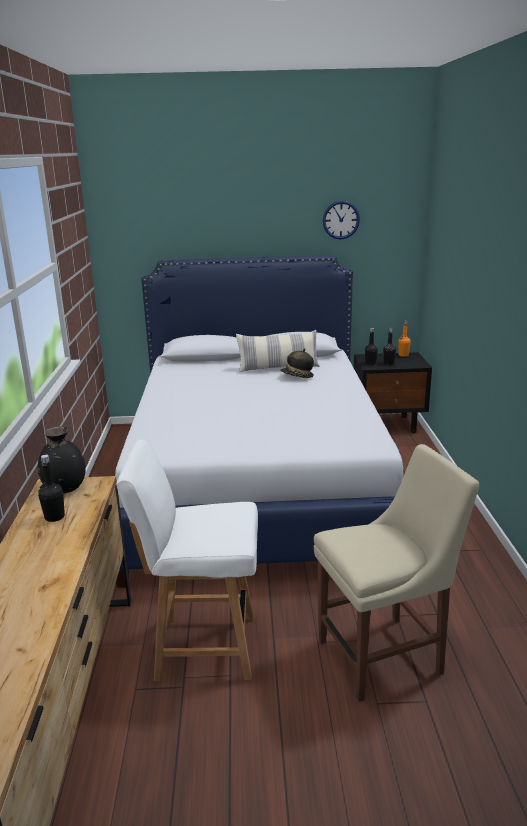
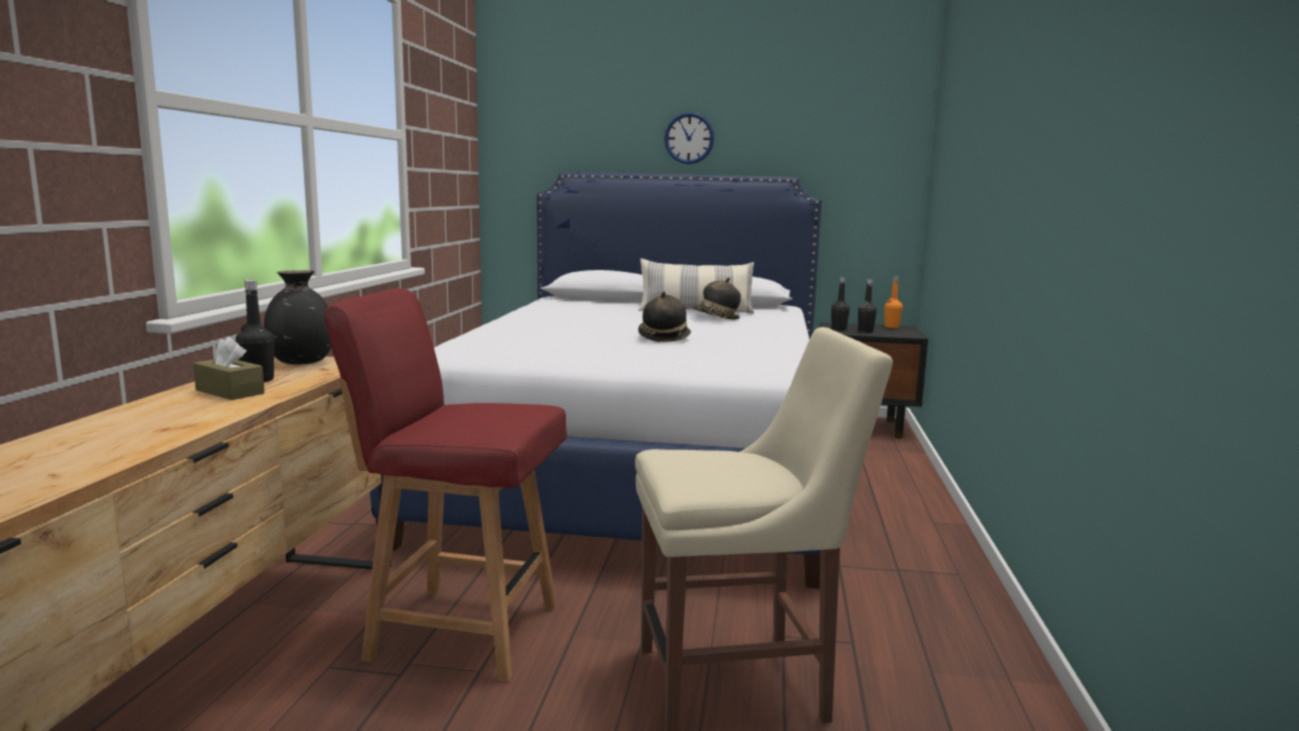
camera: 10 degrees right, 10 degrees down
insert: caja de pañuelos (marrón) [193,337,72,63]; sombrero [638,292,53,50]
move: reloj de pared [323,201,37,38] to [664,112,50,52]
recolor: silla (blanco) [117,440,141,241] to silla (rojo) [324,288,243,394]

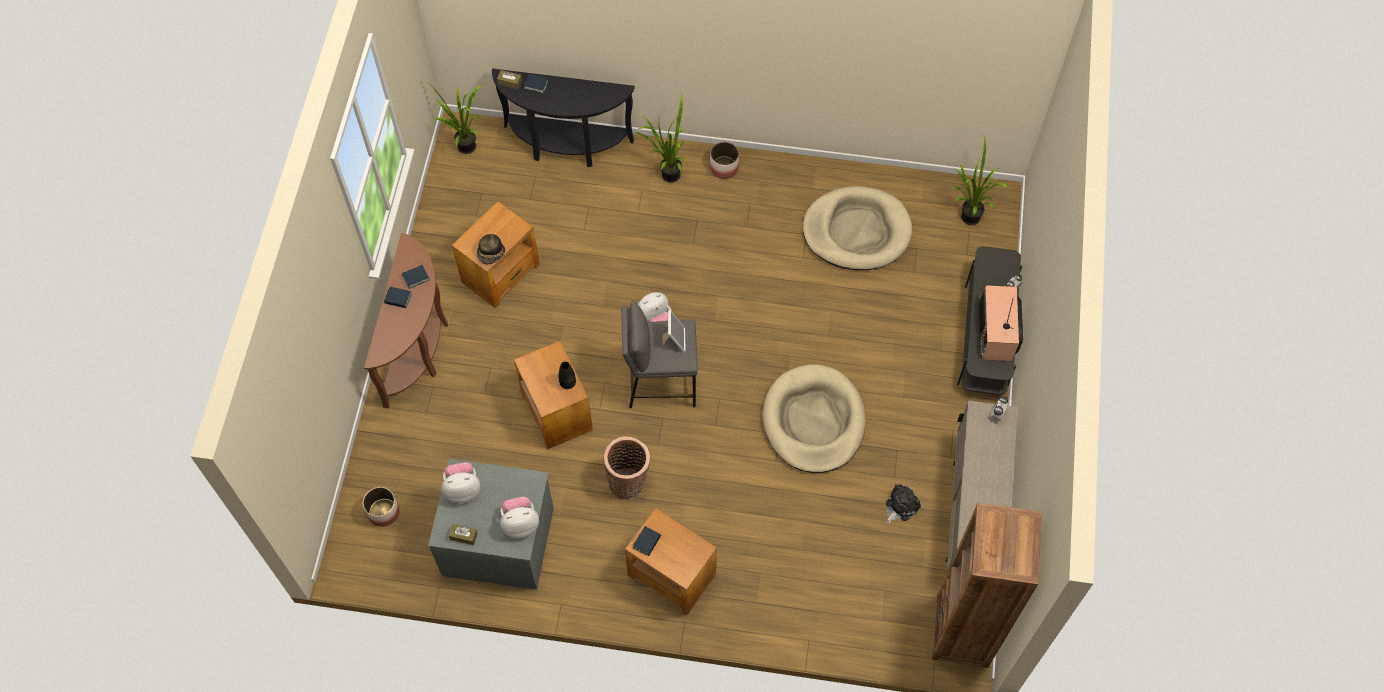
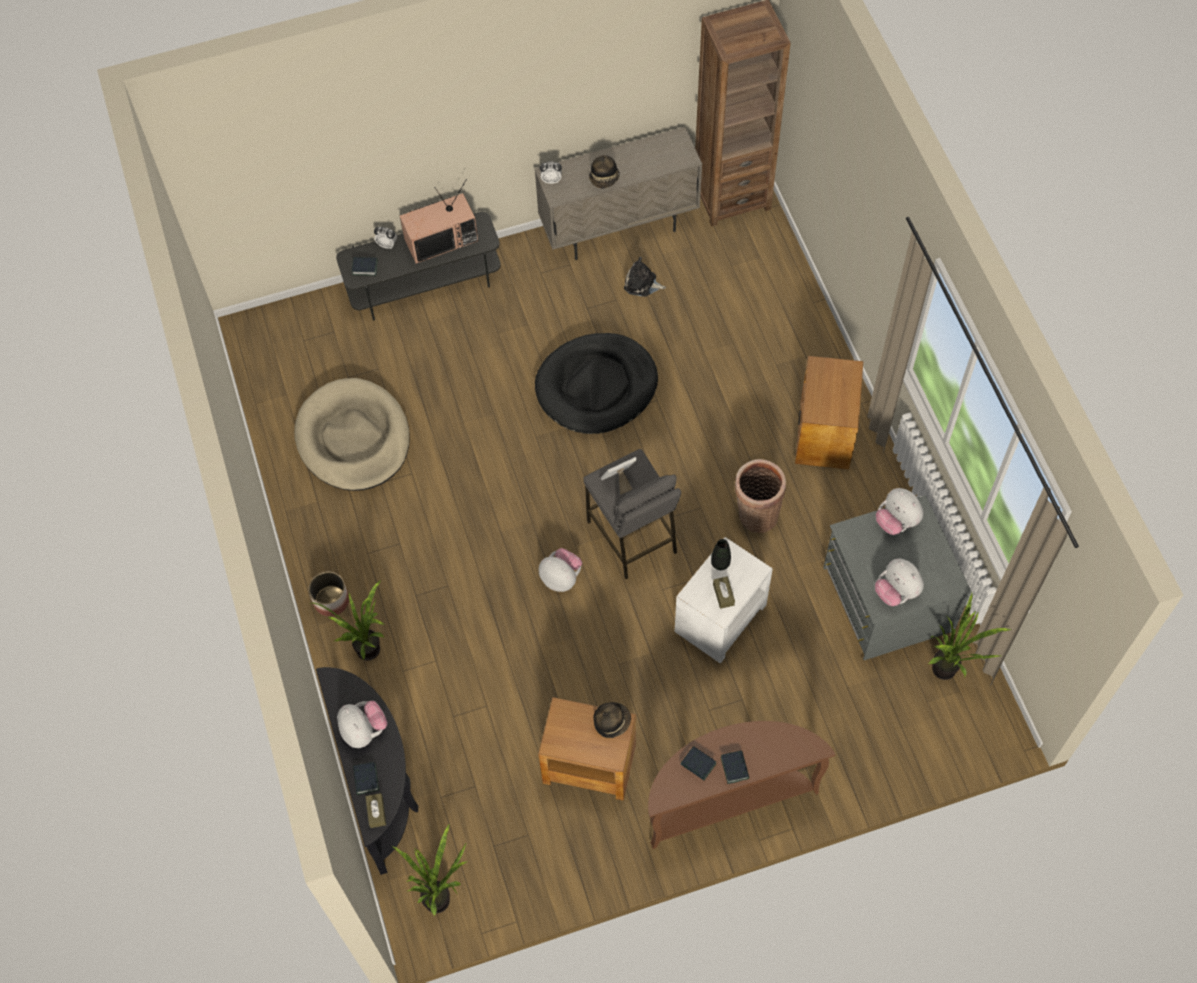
camera: 115 degrees left, 0 degrees up
delete: maceta [363,487,37,40]
insert: peluche [337,701,51,47]; sombrero [589,155,31,33]
move: libro [633,526,28,30] to [352,257,26,19]; caja de pañuelos (marrón) [449,524,29,21] to [713,576,22,33]; planta en maceta [952,136,57,89] to [929,591,83,89]
recolor: cama para perro (beis) [763,364,103,109] to cama para perro (negro) [535,333,123,101]; mesa auxiliar (marrón) [514,341,79,108] to mesa auxiliar (blanco) [675,537,98,127]

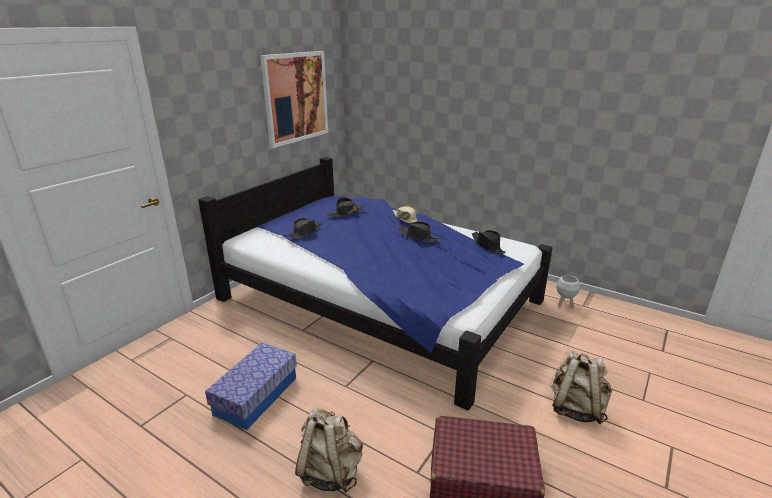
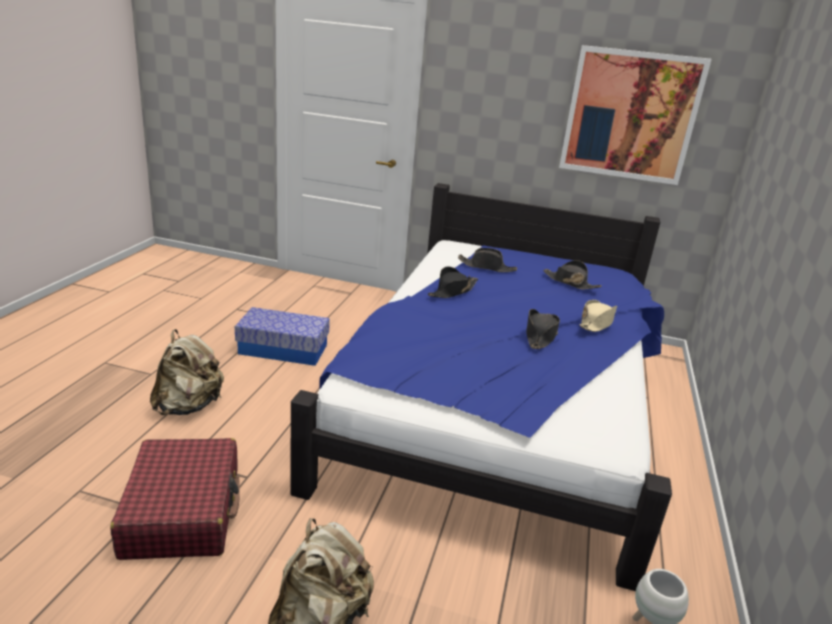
camera: 70 degrees right, 0 degrees up
move: sombrero (negro) [472,230,34,24] to [428,267,50,31]

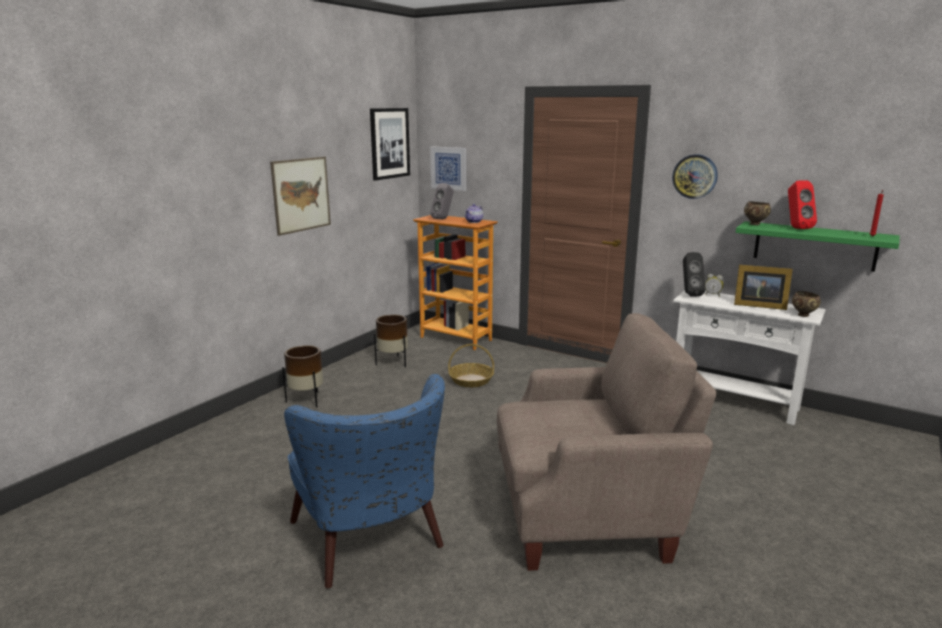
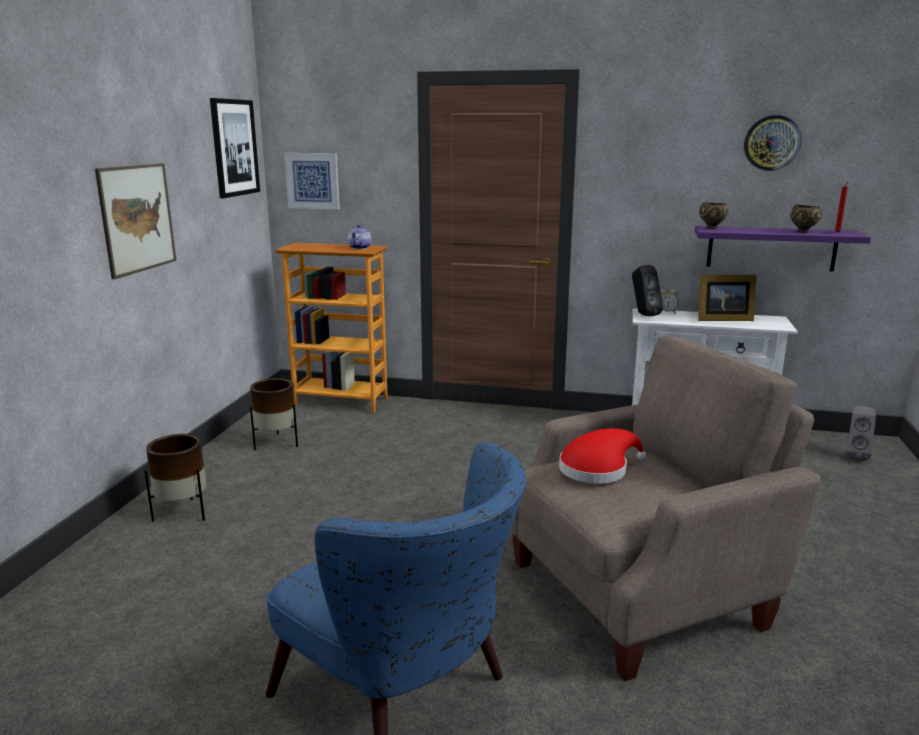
camera: 20 degrees left, 0 degrees up
delete: cesta [448,344,46,43]; altavoz (rojo) [788,180,29,49]
insert: sombrero (rojo) [559,428,88,56]
move: reloj de pared [672,154,46,45] to [744,115,58,56]; cuenco (marrón) [792,291,29,26] to [790,205,32,28]; altavoz (gris) [430,183,24,36] to [847,406,29,55]
recolor: estante (verde) [736,221,164,51] to estante (morado) [694,226,177,45]

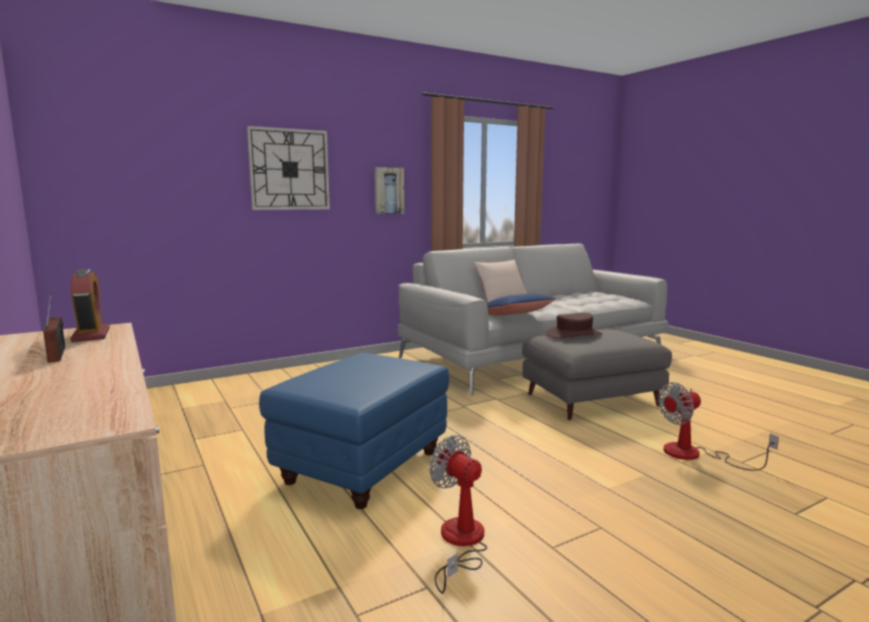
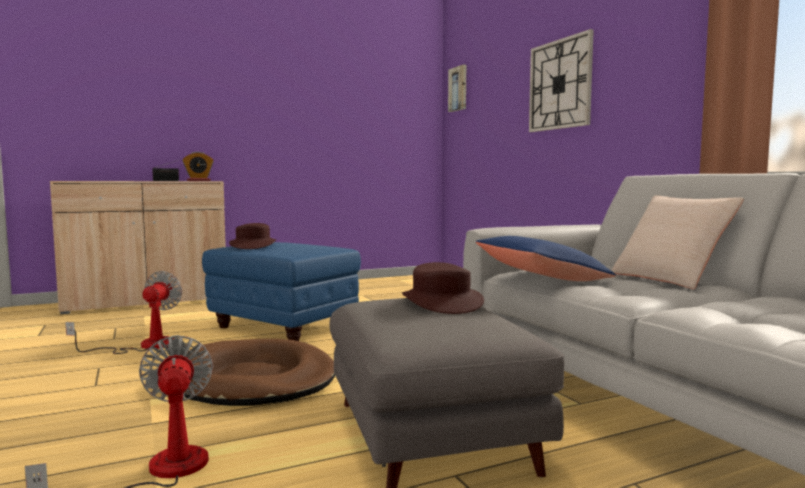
camera: 95 degrees right, 5 degrees down
insert: cama para perro (marrón) [184,339,151,67]; sombrero (marrón) [229,223,48,26]
move: cuadro [375,167,29,47] to [448,65,18,47]
rotate: ventilador [429,435,58,159] = [65,271,117,83] 45 degrees counterclockwise

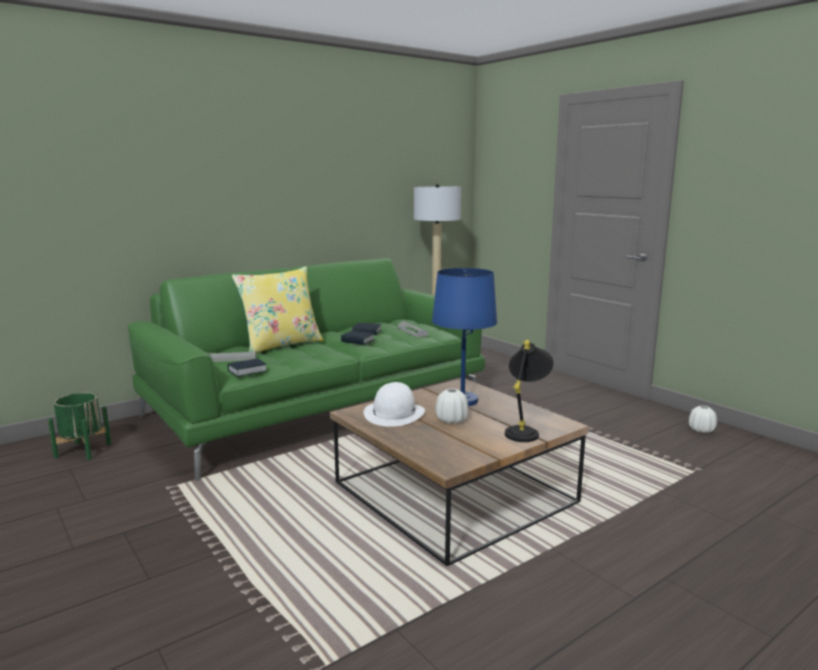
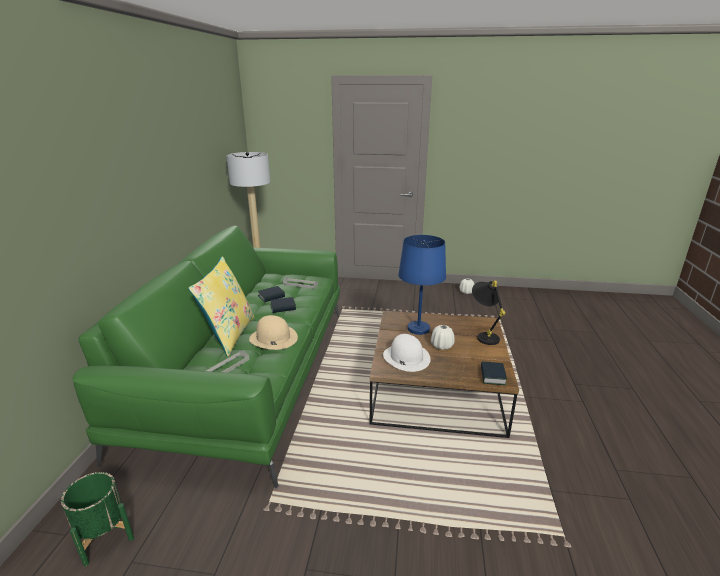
camera: 45 degrees left, 10 degrees up
insert: sombrero (beis) [249,315,49,35]
move: libro [228,359,39,18] to [481,362,26,23]

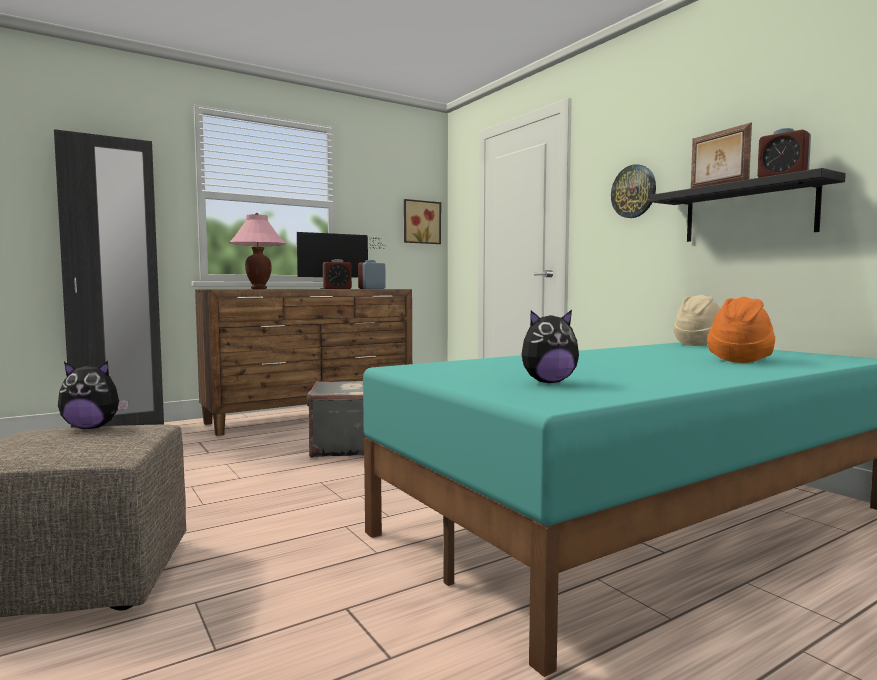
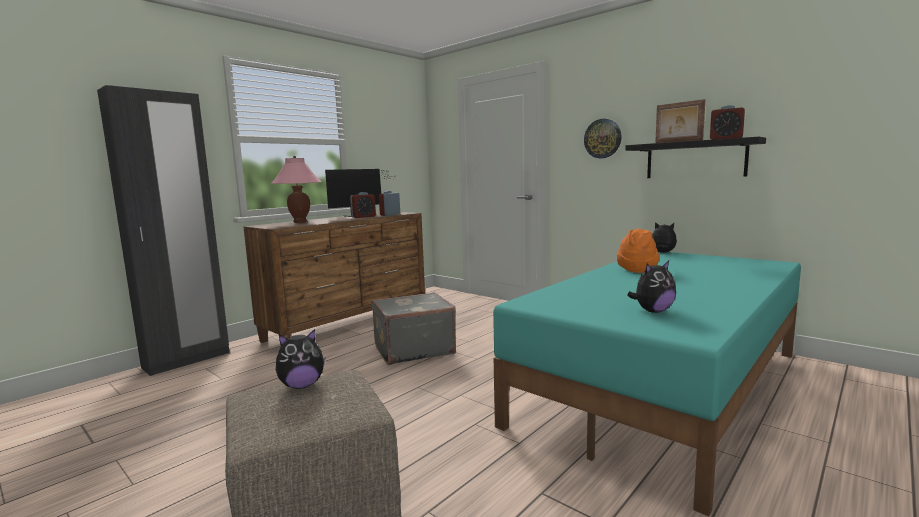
camera: 15 degrees left, 5 degrees up
delete: cuadro [404,199,37,45]
move: sombrero (naranja) [707,297,68,66] to [617,229,42,44]
replace: sombrero (beis) [674,295,46,51] to peluche [652,222,25,31]

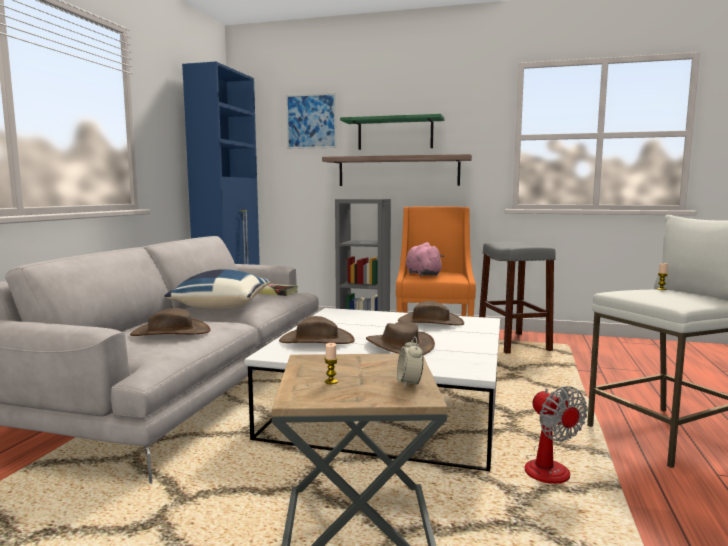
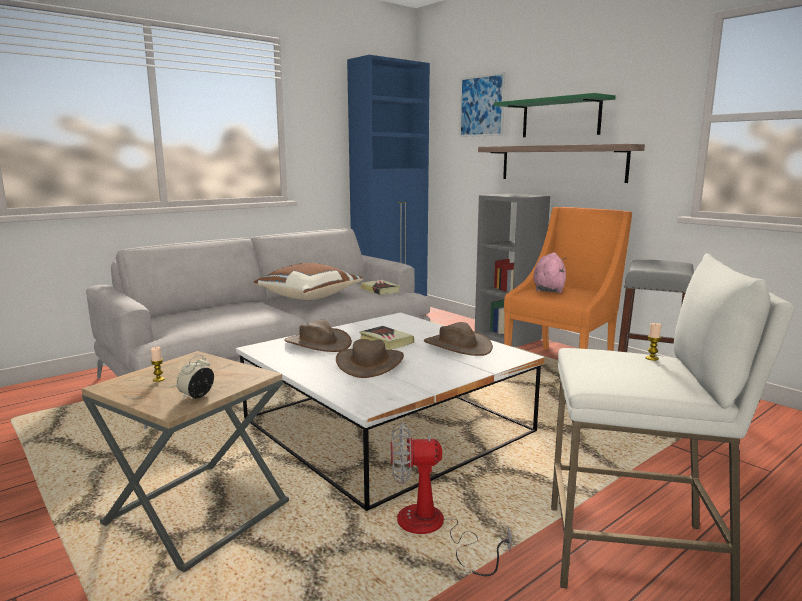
camera: 35 degrees right, 5 degrees up
delete: sombrero (marrón) [130,308,81,28]
insert: libro [359,326,55,24]
recolor: cojín (azul) [165,269,105,40] to cojín (marrón) [254,263,109,37]
rotate: ventilador [525,386,63,98] = [391,422,121,154] 75 degrees clockwise

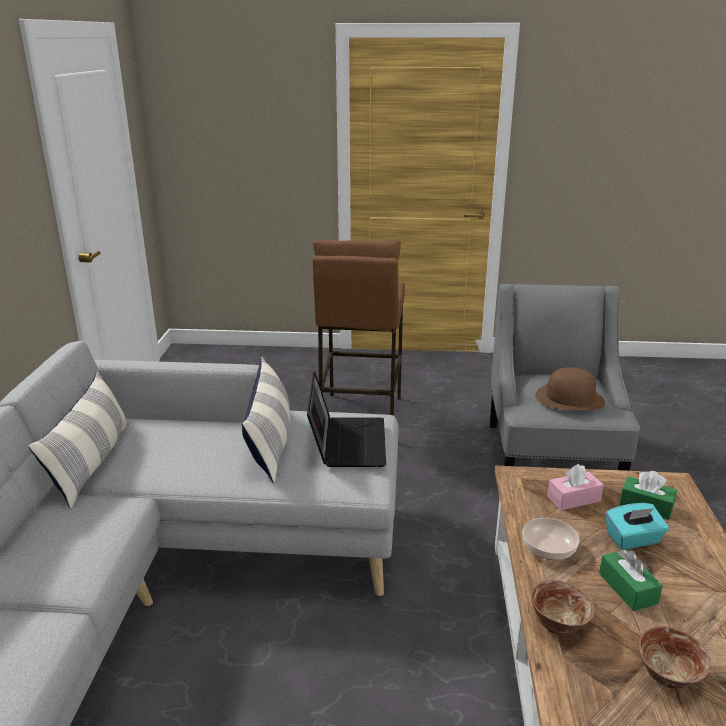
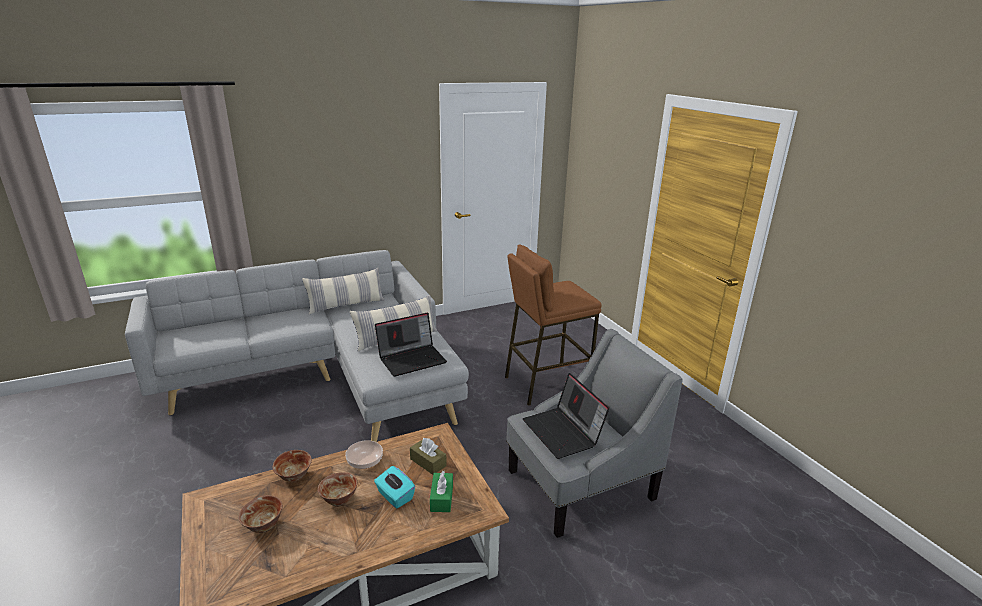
camera: 60 degrees right, 0 degrees up
replace: caja de pañuelos (verde) [599,549,64,62] to cuenco [318,472,39,35]; sombrero (marrón) [535,367,70,44] to portátil [523,373,86,86]
recolor: caja de pañuelos (rosa) [547,464,57,46] to caja de pañuelos (marrón) [410,438,37,37]

